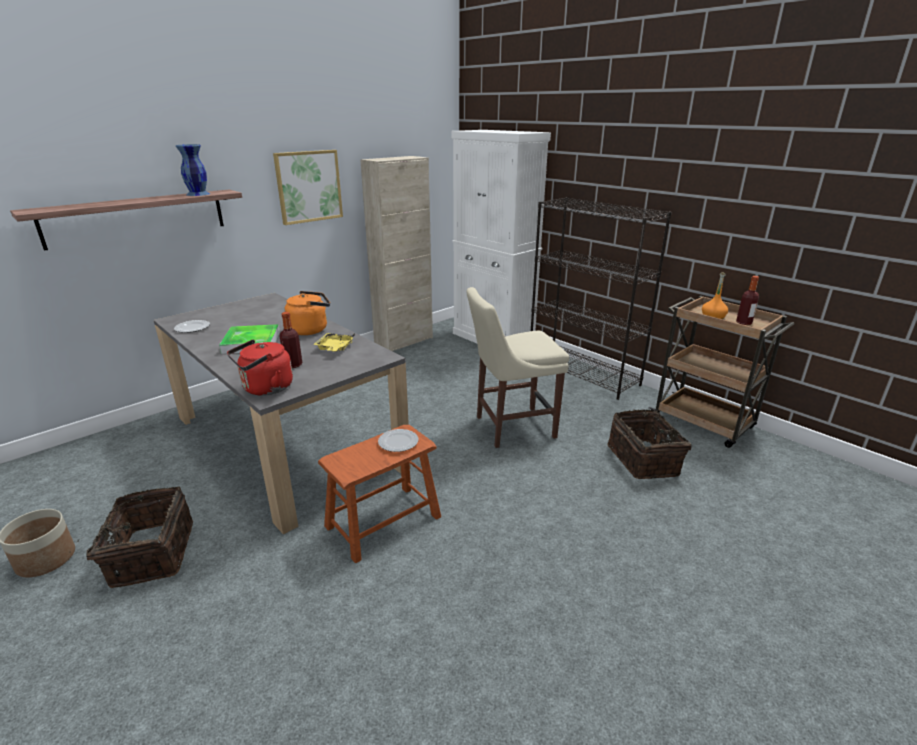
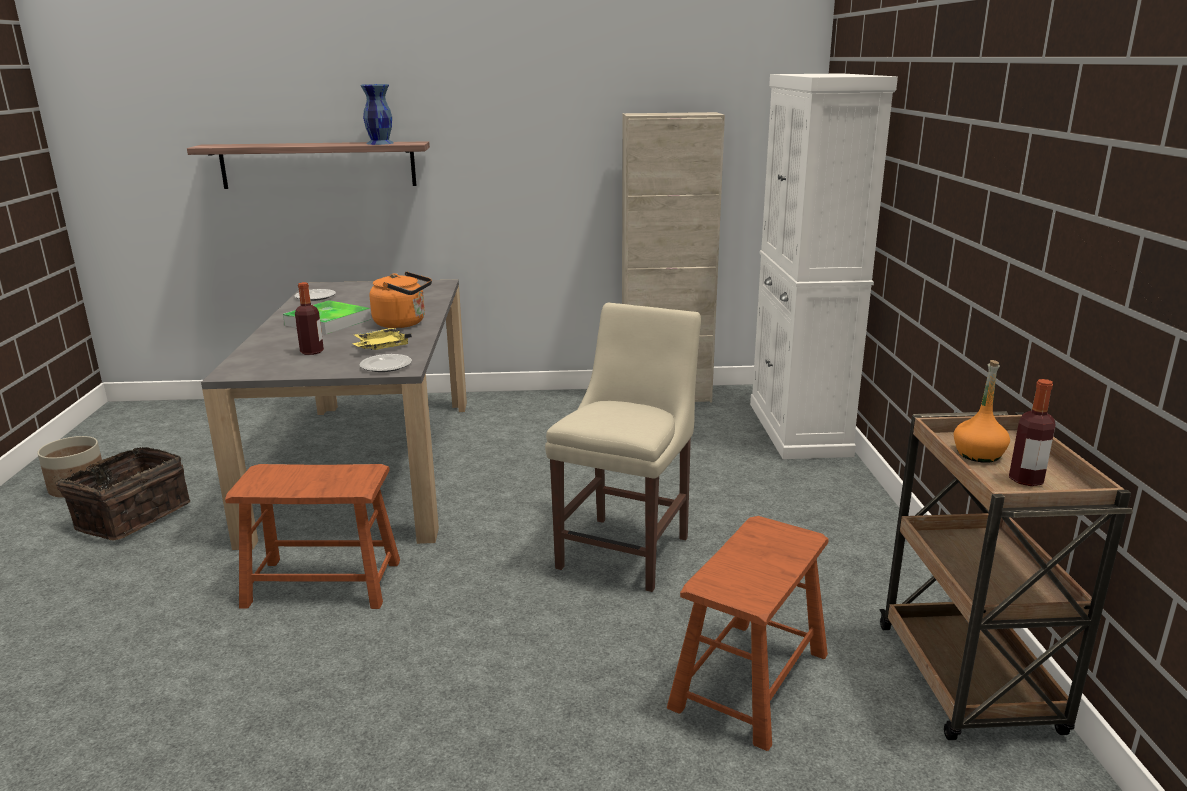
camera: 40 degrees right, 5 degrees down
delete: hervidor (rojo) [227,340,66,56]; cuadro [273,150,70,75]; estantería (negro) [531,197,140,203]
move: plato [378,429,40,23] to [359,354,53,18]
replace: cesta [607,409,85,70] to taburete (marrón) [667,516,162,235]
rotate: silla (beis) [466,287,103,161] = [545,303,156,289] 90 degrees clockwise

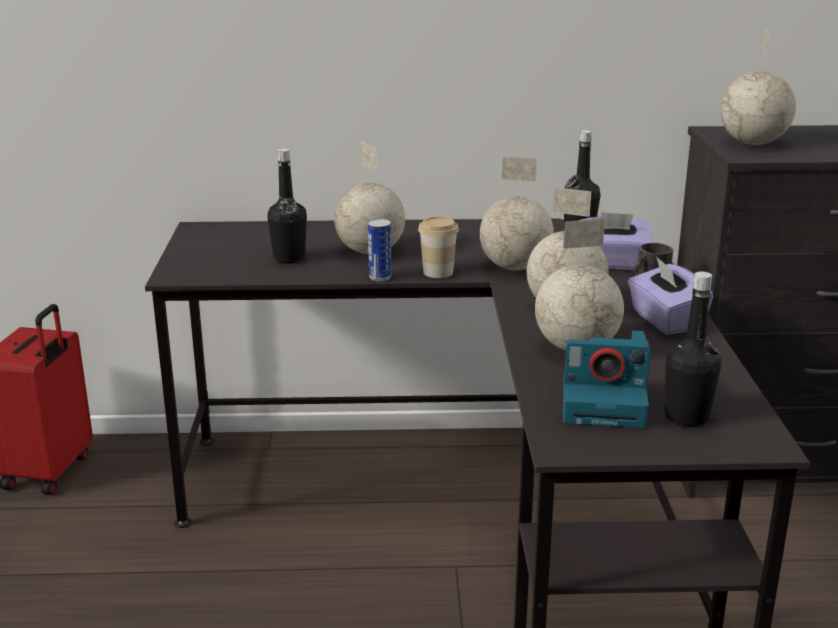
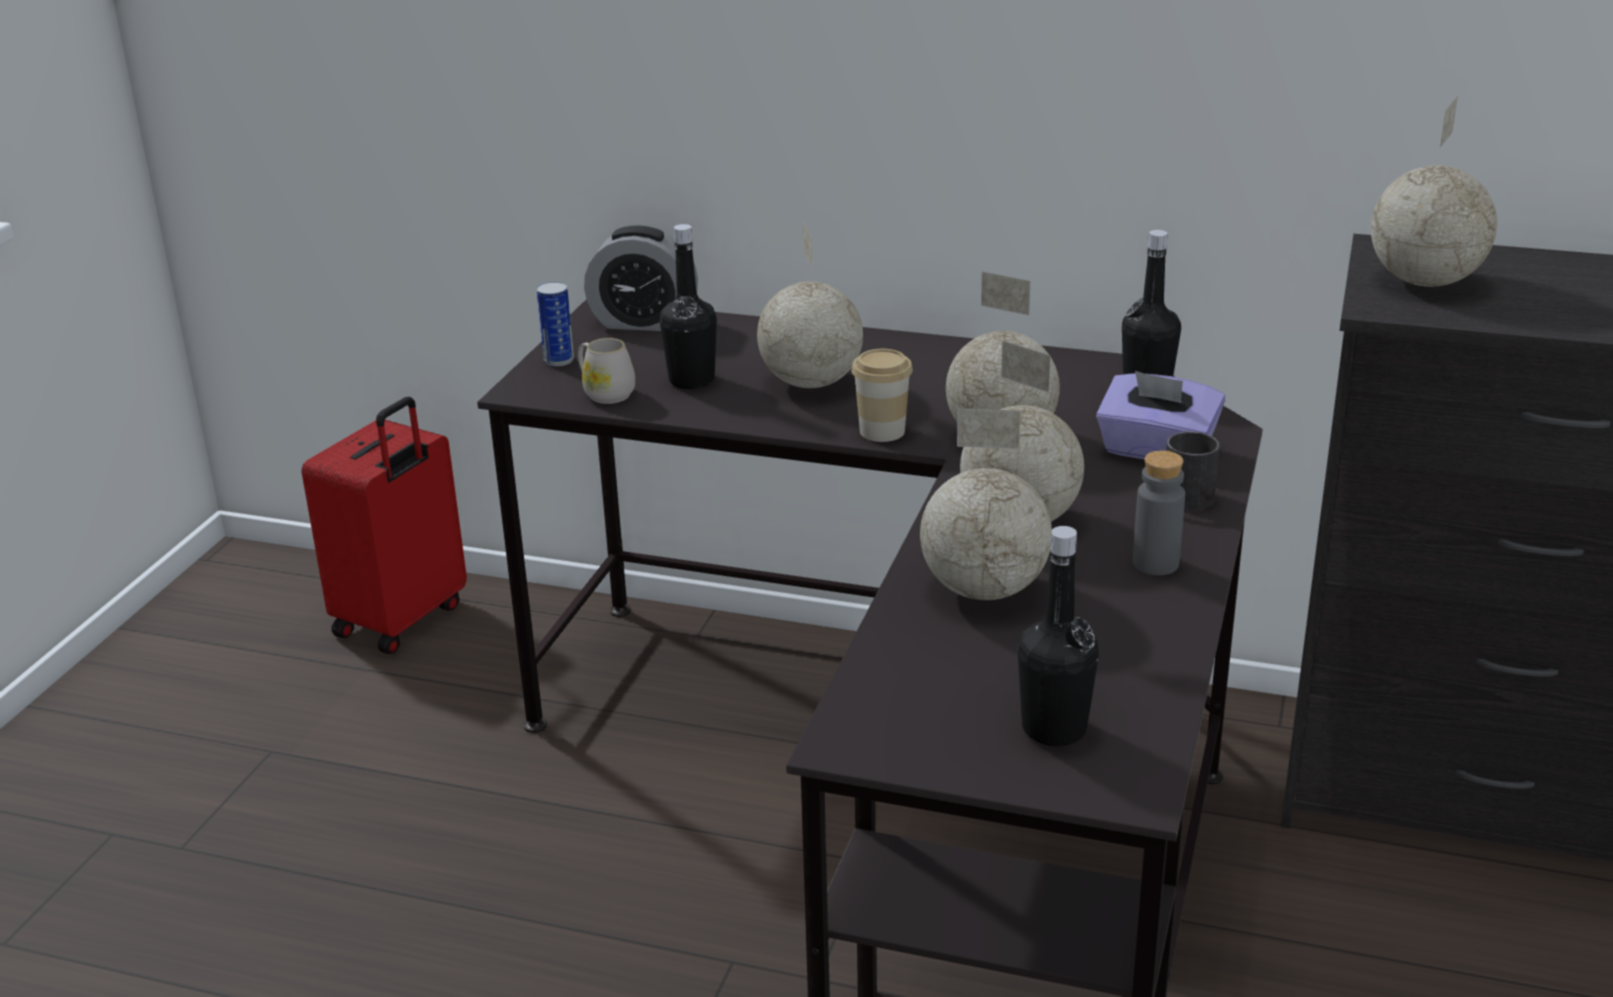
camera: 20 degrees right, 5 degrees up
delete: cámara [563,331,88,97]
insert: taza grande (blanco) [578,338,57,66]; despertador [584,225,114,106]
move: lata [368,219,23,62] to [536,282,38,84]
replace: caja de pañuelos (morado) [628,256,85,79] to botella (gris) [1133,451,52,124]

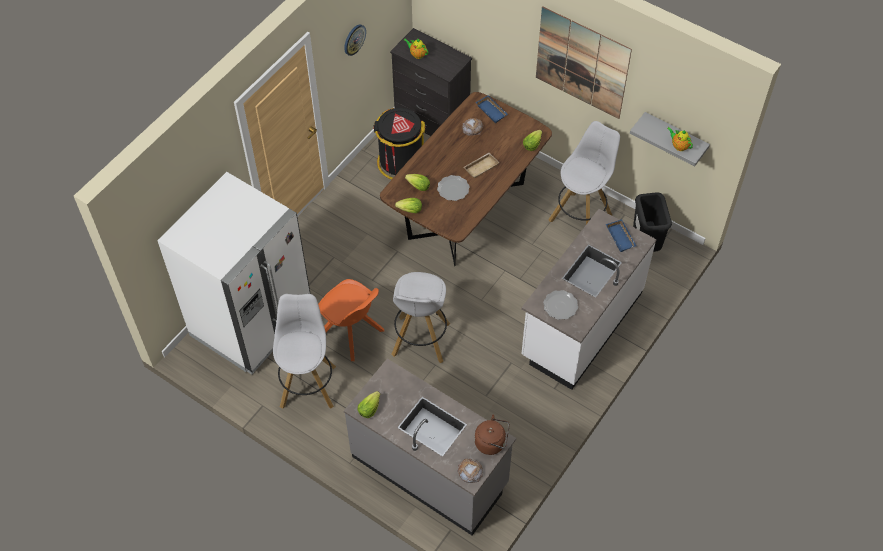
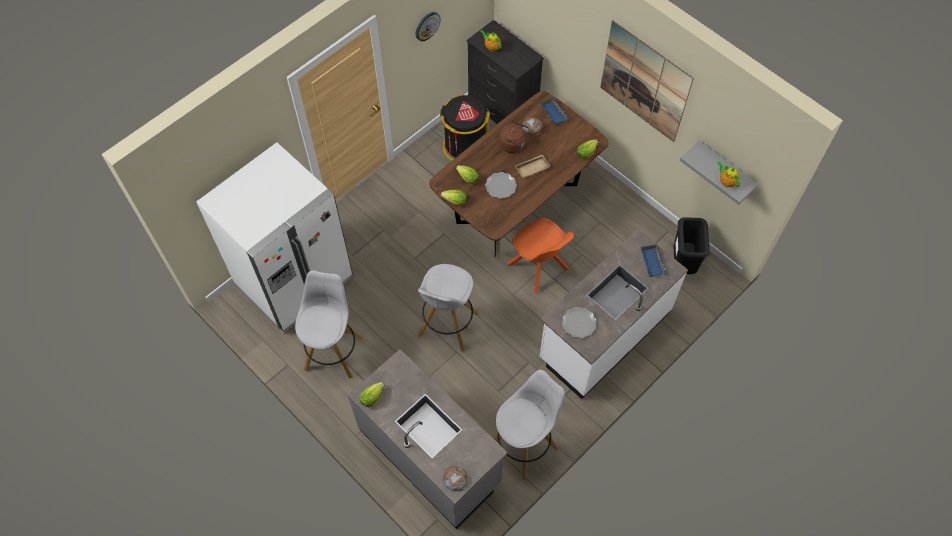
camera: 10 degrees right, 5 degrees up
move: taburete (blanco) [548,121,72,103] to [493,370,72,110]; hervidor (marrón) [475,415,35,40] to [499,121,30,32]; silla (naranja) [318,279,66,82] to [507,218,67,76]

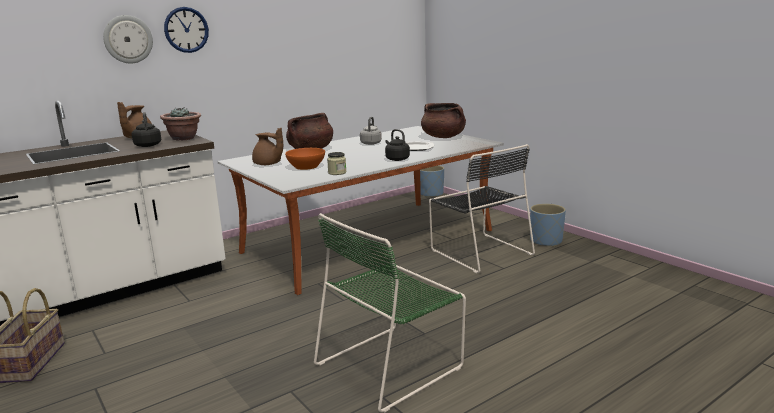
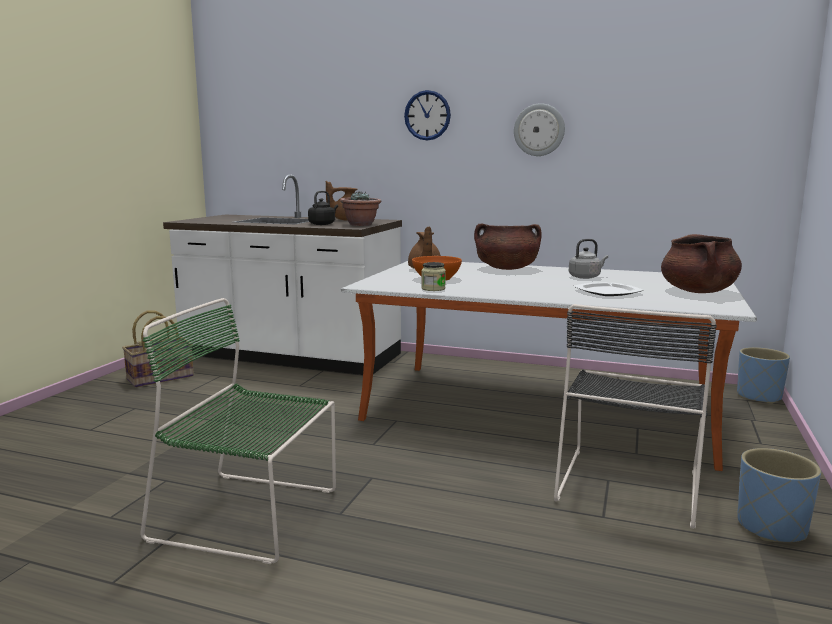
camera: 55 degrees right, 5 degrees down
delete: hervidor (negro) [385,129,25,32]
move: reloj de pared [103,15,50,49] to [514,103,51,53]

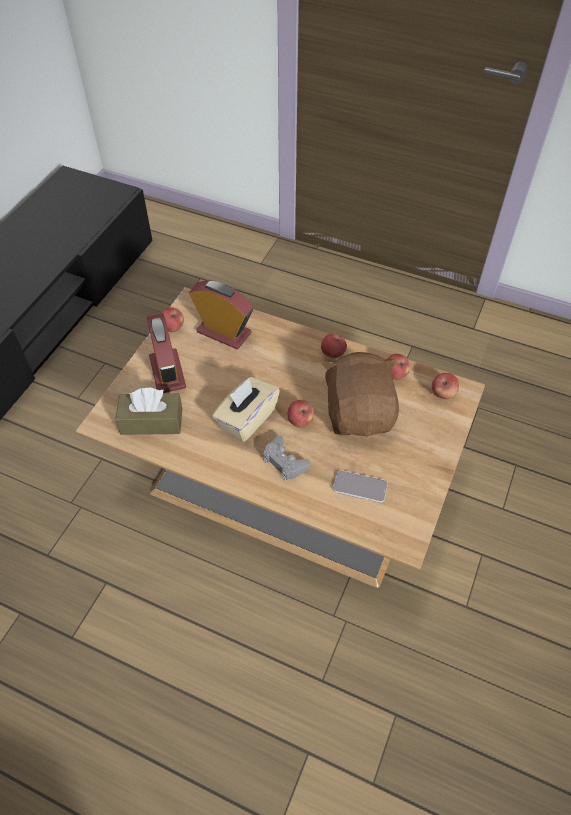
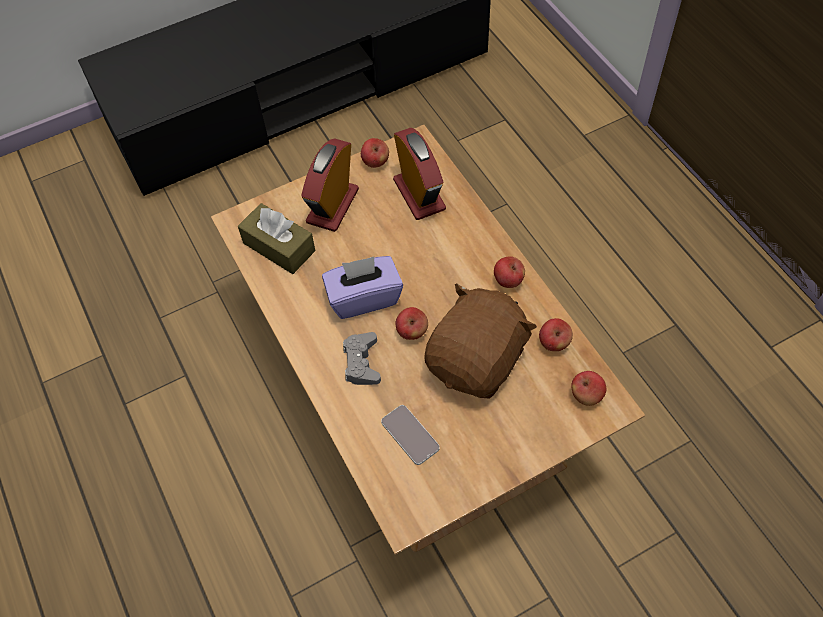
camera: 40 degrees right, 5 degrees up
recolor: caja de pañuelos (beis) [212,377,68,65] to caja de pañuelos (morado) [322,256,81,63]

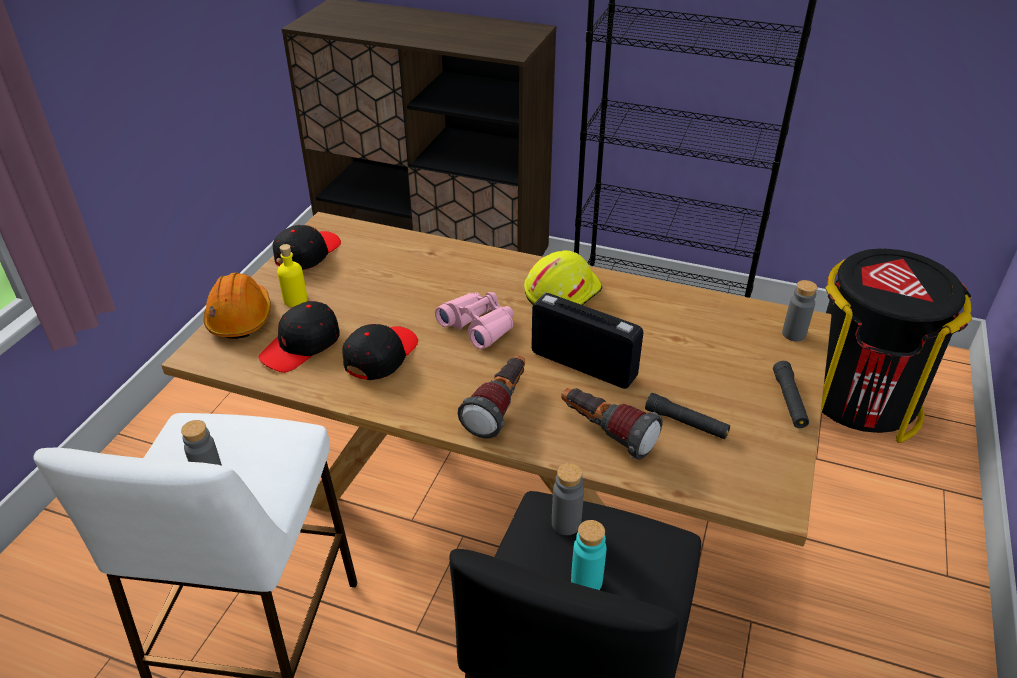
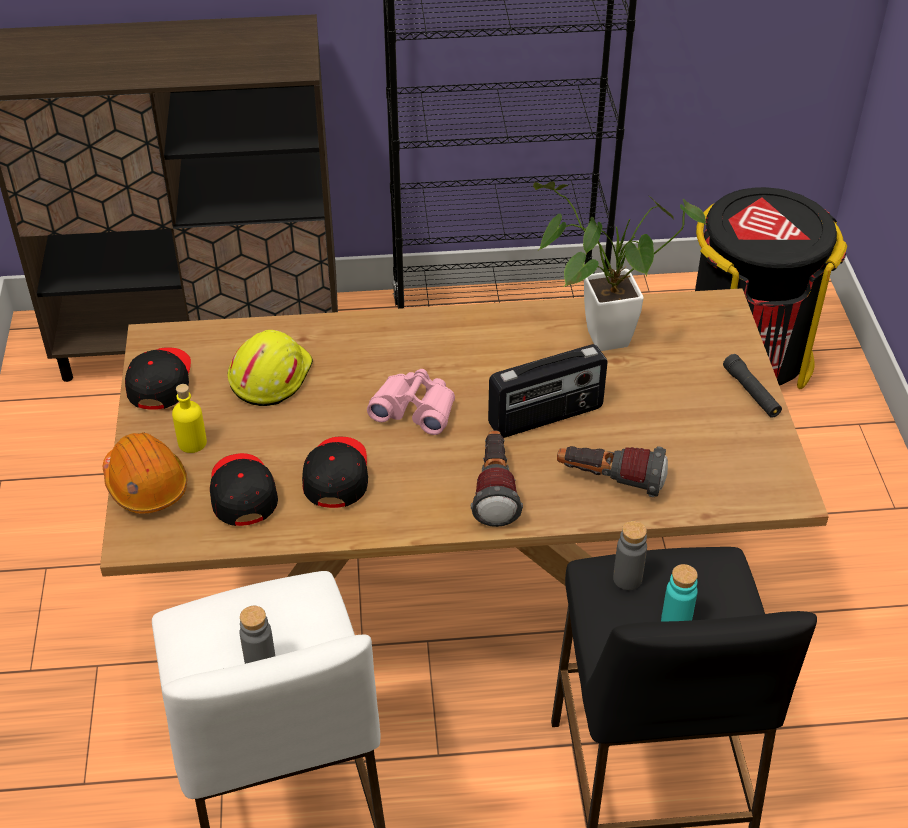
camera: 25 degrees left, 5 degrees up
delete: linterna (negro) [645,393,85,46]; botella (gris) [782,280,35,62]
insert: planta en maceta [533,182,174,169]
move: casco (amarillo) [524,250,78,55] to [227,330,86,76]
rotate: gorra (negro) [258,301,82,72] = [210,453,68,73] 150 degrees clockwise; radio [531,293,113,96] = [488,344,120,94] 150 degrees clockwise

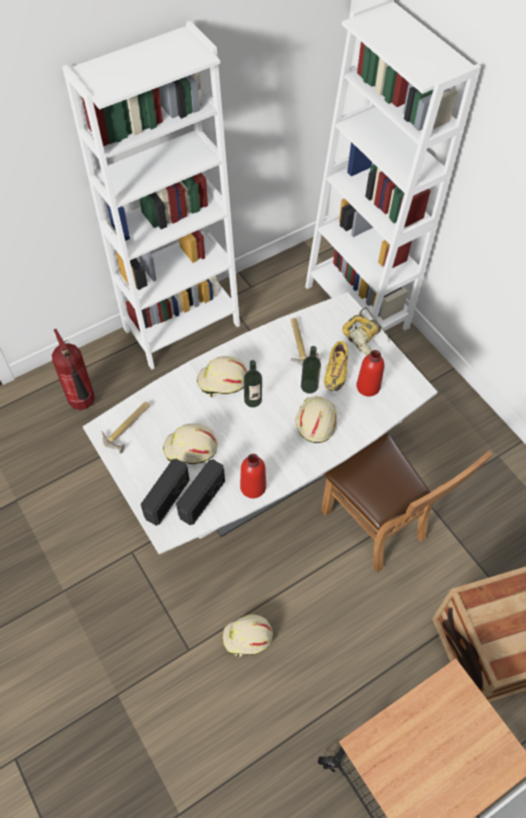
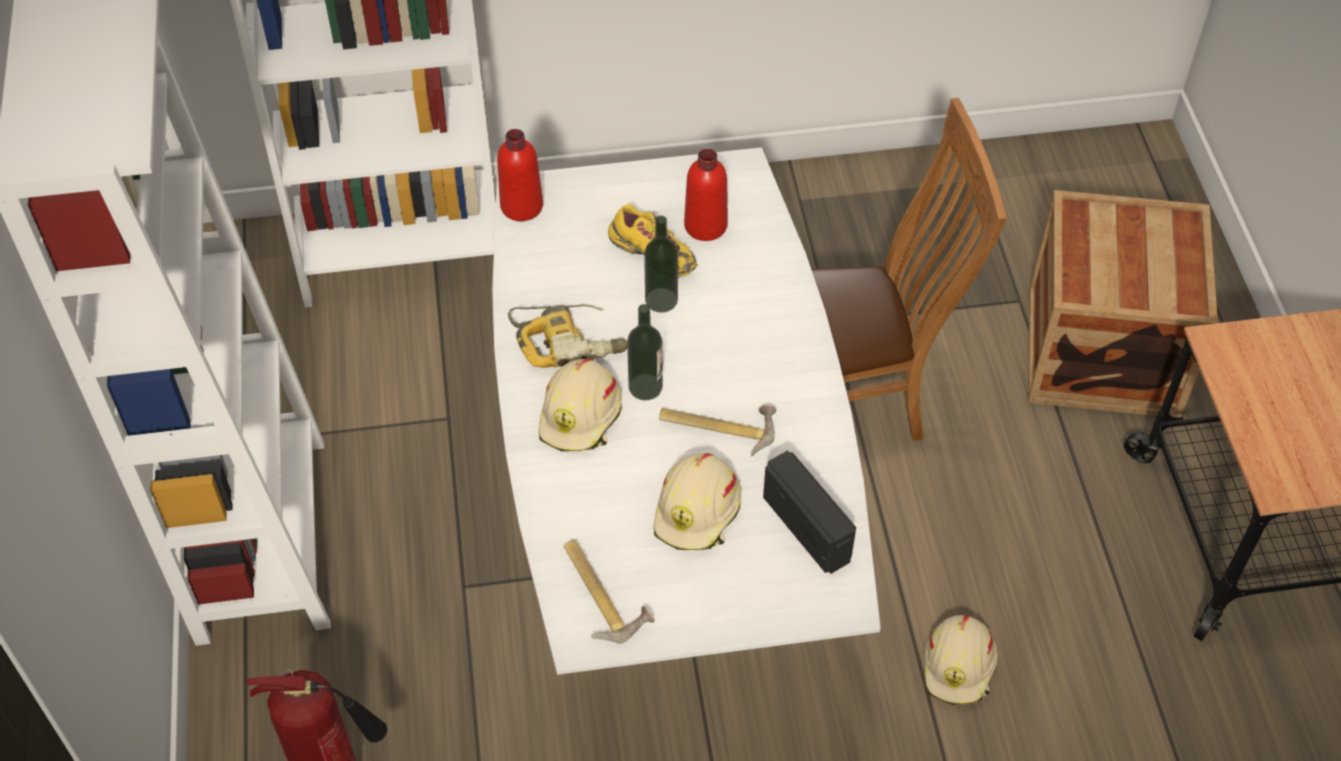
camera: 65 degrees left, 5 degrees down
delete: radio [141,458,49,68]; casco (beis) [296,396,41,47]
move: botella (rojo) [240,454,26,44] to [497,129,46,92]; taladro [342,307,48,48] to [508,304,119,64]; martillo [291,318,30,48] to [659,404,117,53]

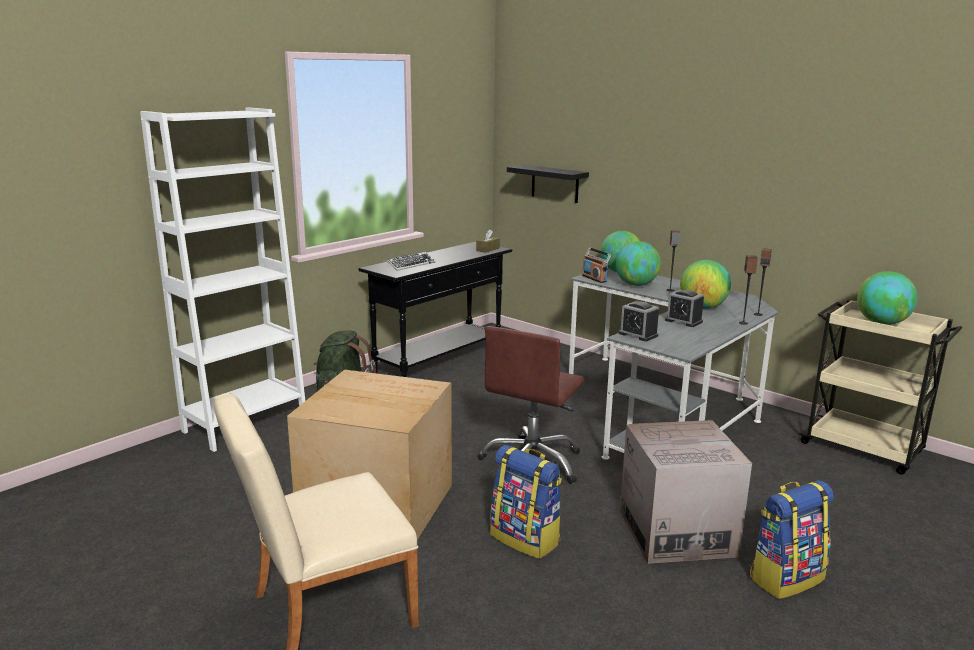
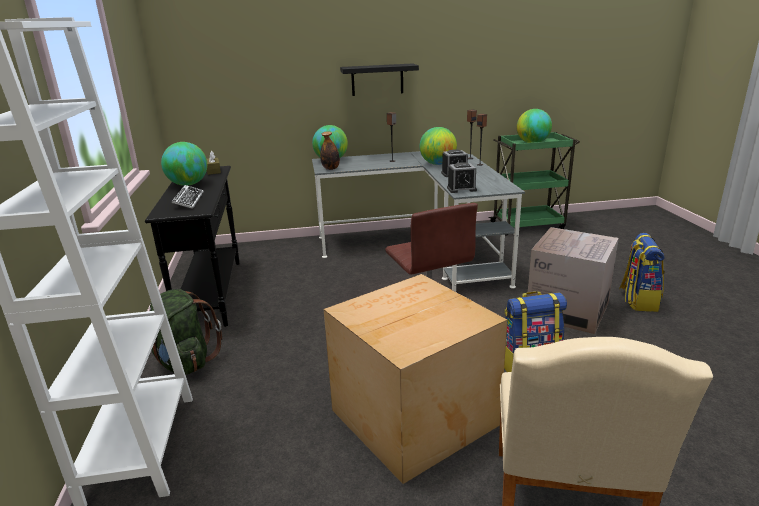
camera: 50 degrees left, 5 degrees up
move: globo terráqueo [615,241,46,45] to [161,142,46,44]; estante (negro) [507,165,82,38] to [340,63,79,33]
replace: radio [582,247,29,36] to botella [320,131,20,39]
recolor: carrito (beis) [798,299,164,176] to carrito (verde) [488,132,92,103]

